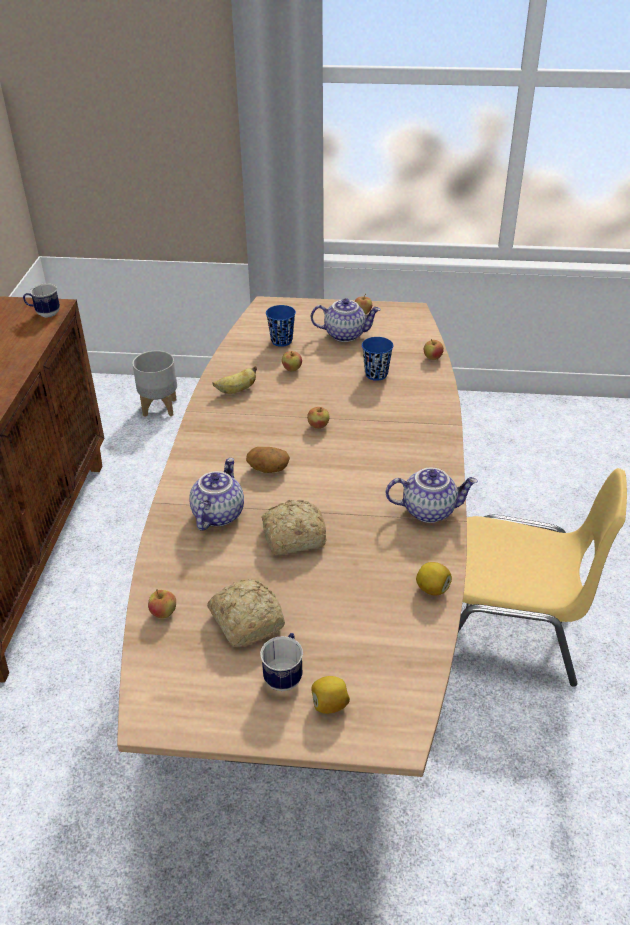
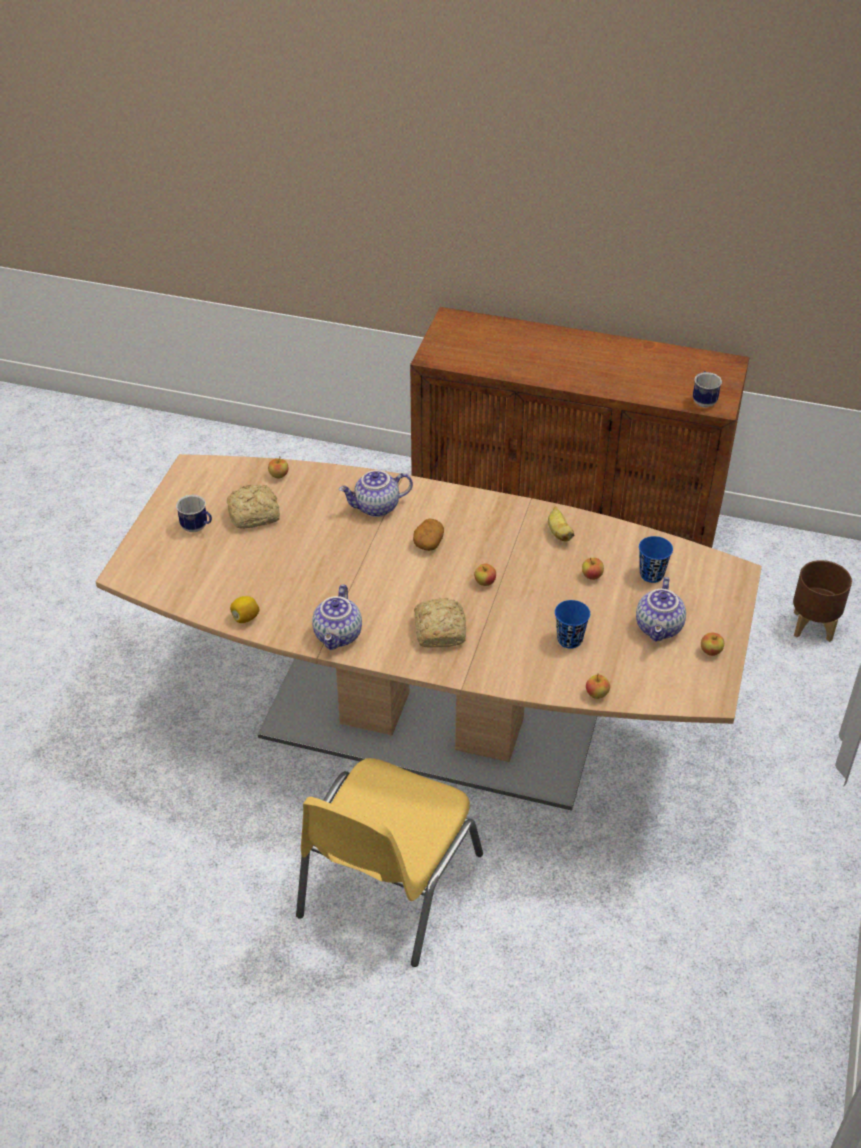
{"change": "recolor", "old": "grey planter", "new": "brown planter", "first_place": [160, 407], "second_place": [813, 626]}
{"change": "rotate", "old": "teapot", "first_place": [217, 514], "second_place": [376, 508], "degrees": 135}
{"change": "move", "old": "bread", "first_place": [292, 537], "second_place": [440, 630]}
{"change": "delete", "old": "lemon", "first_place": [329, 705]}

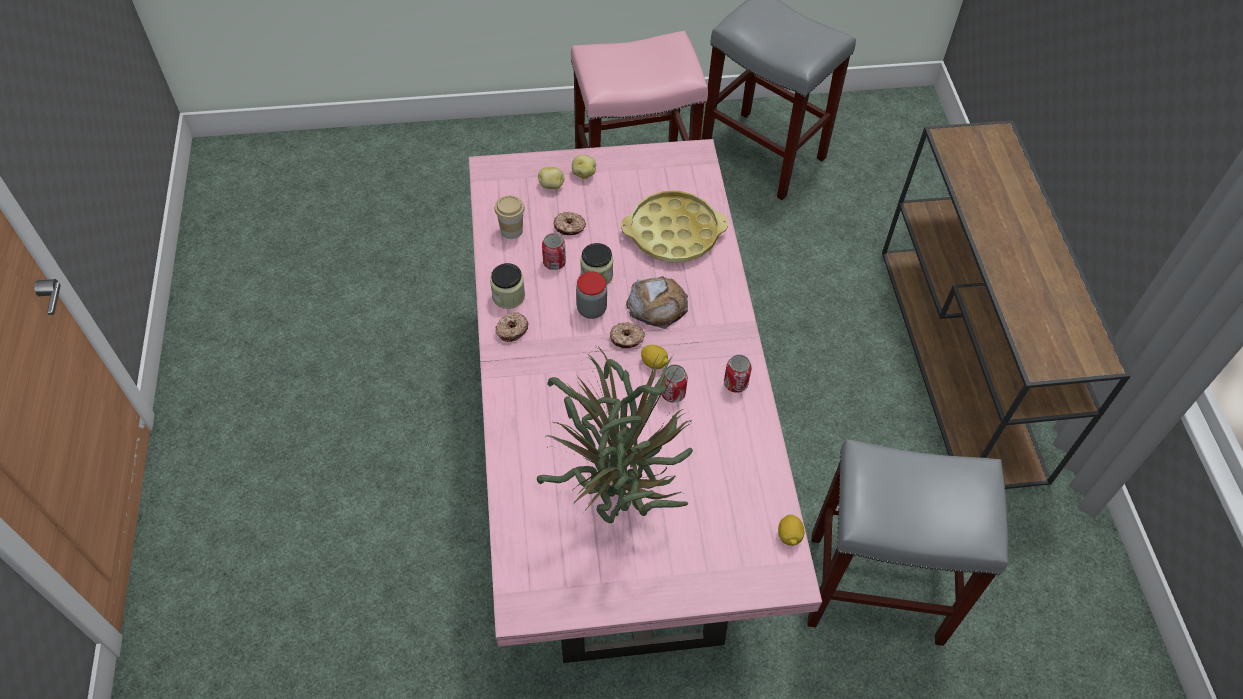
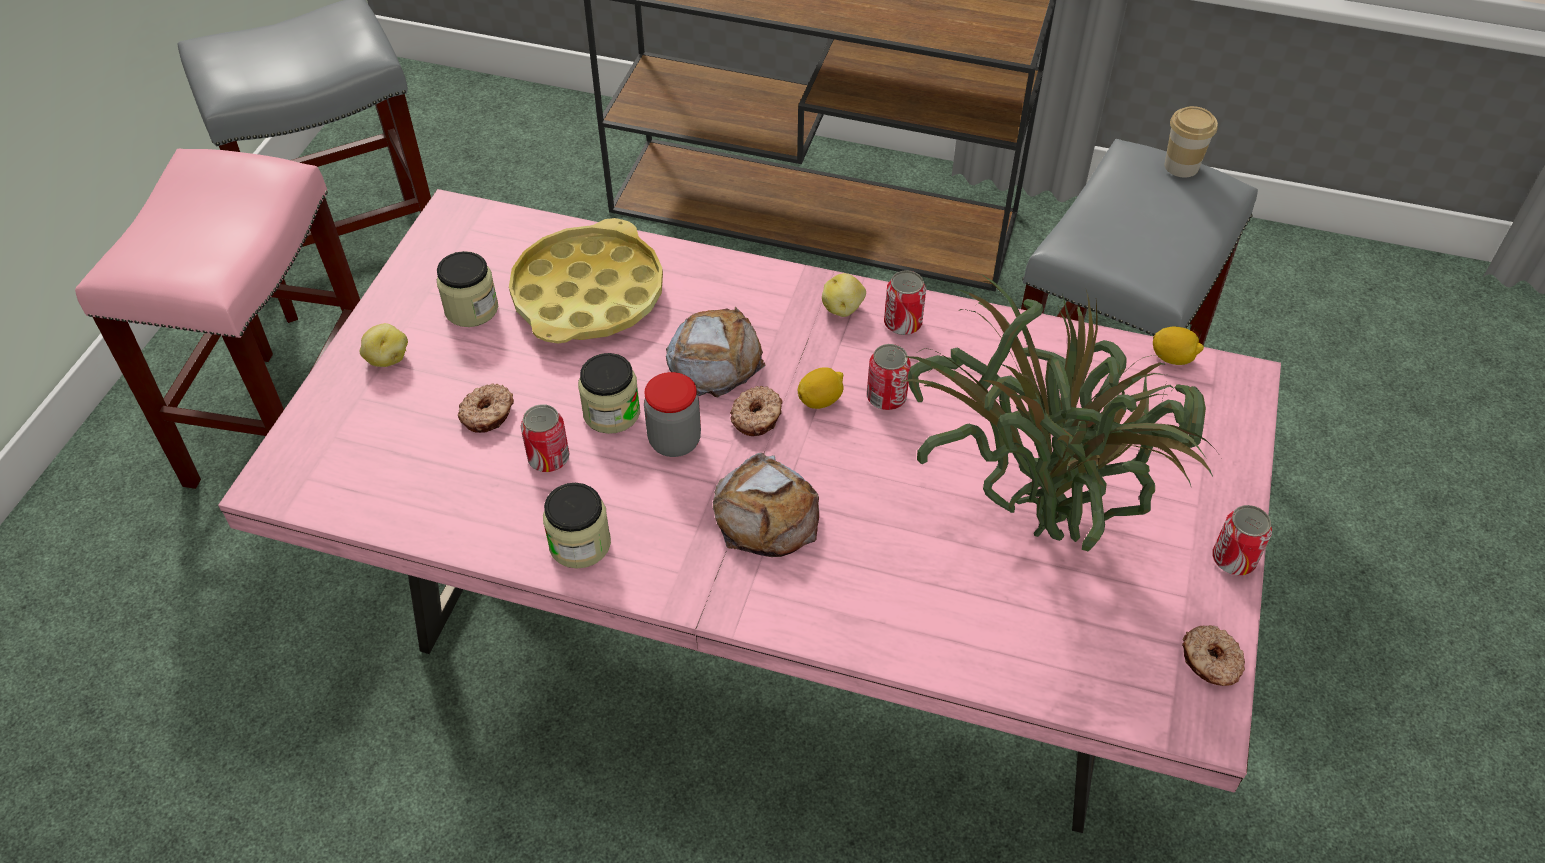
{"change": "move", "old": "potato", "first_place": [551, 185], "second_place": [843, 308]}
{"change": "move", "old": "cup", "first_place": [511, 230], "second_place": [1181, 166]}
{"change": "move", "old": "donut", "first_place": [511, 330], "second_place": [1210, 662]}
{"change": "insert", "new": "jar", "second_place": [471, 309]}
{"change": "insert", "new": "bread", "second_place": [767, 514]}
{"change": "insert", "new": "can", "second_place": [1233, 559]}

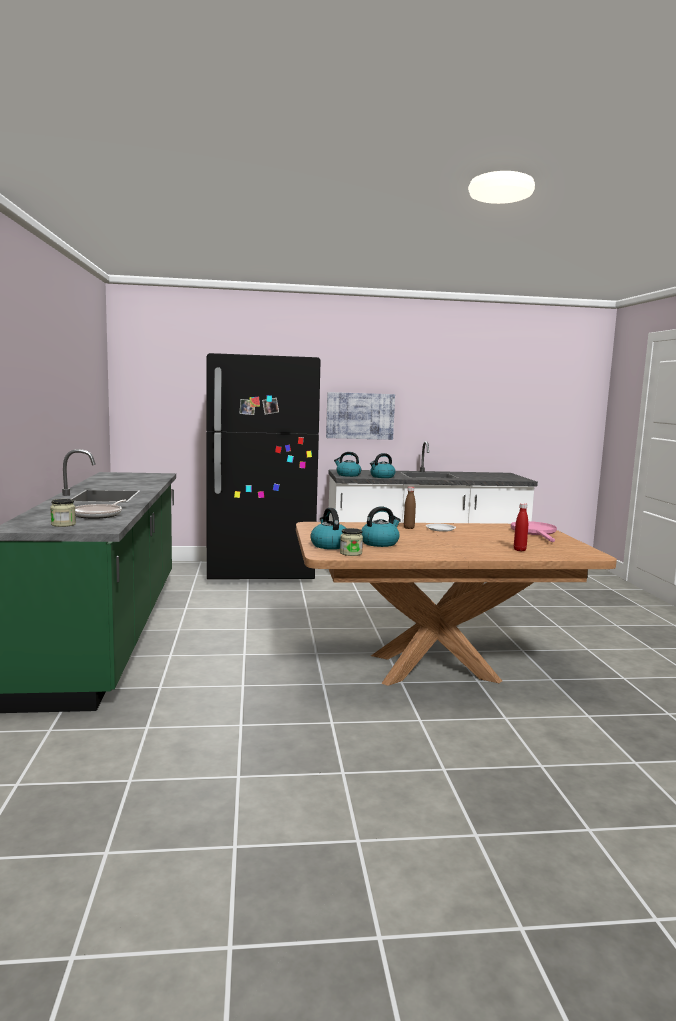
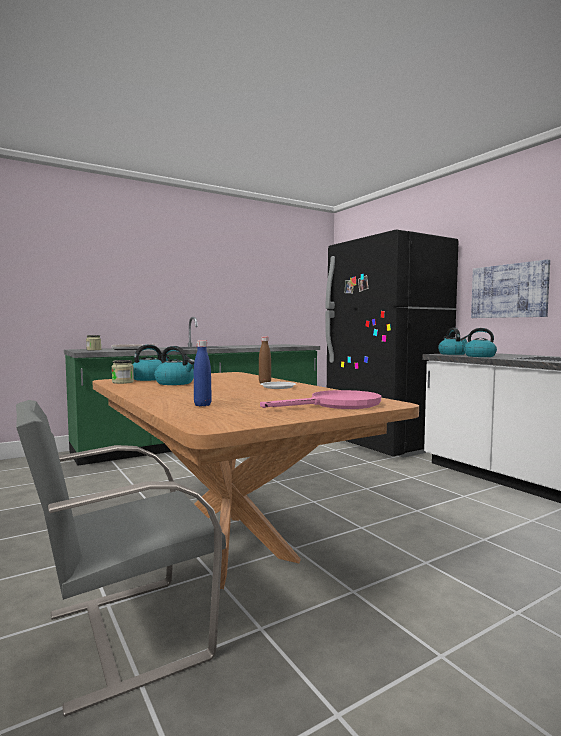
{"change": "recolor", "old": "red bottle", "new": "blue bottle", "first_place": [519, 550], "second_place": [202, 405]}
{"change": "insert", "new": "grey chair", "second_place": [123, 635]}

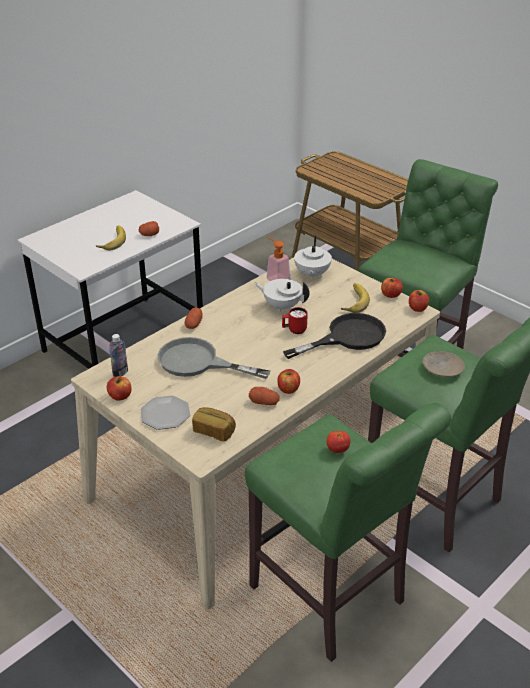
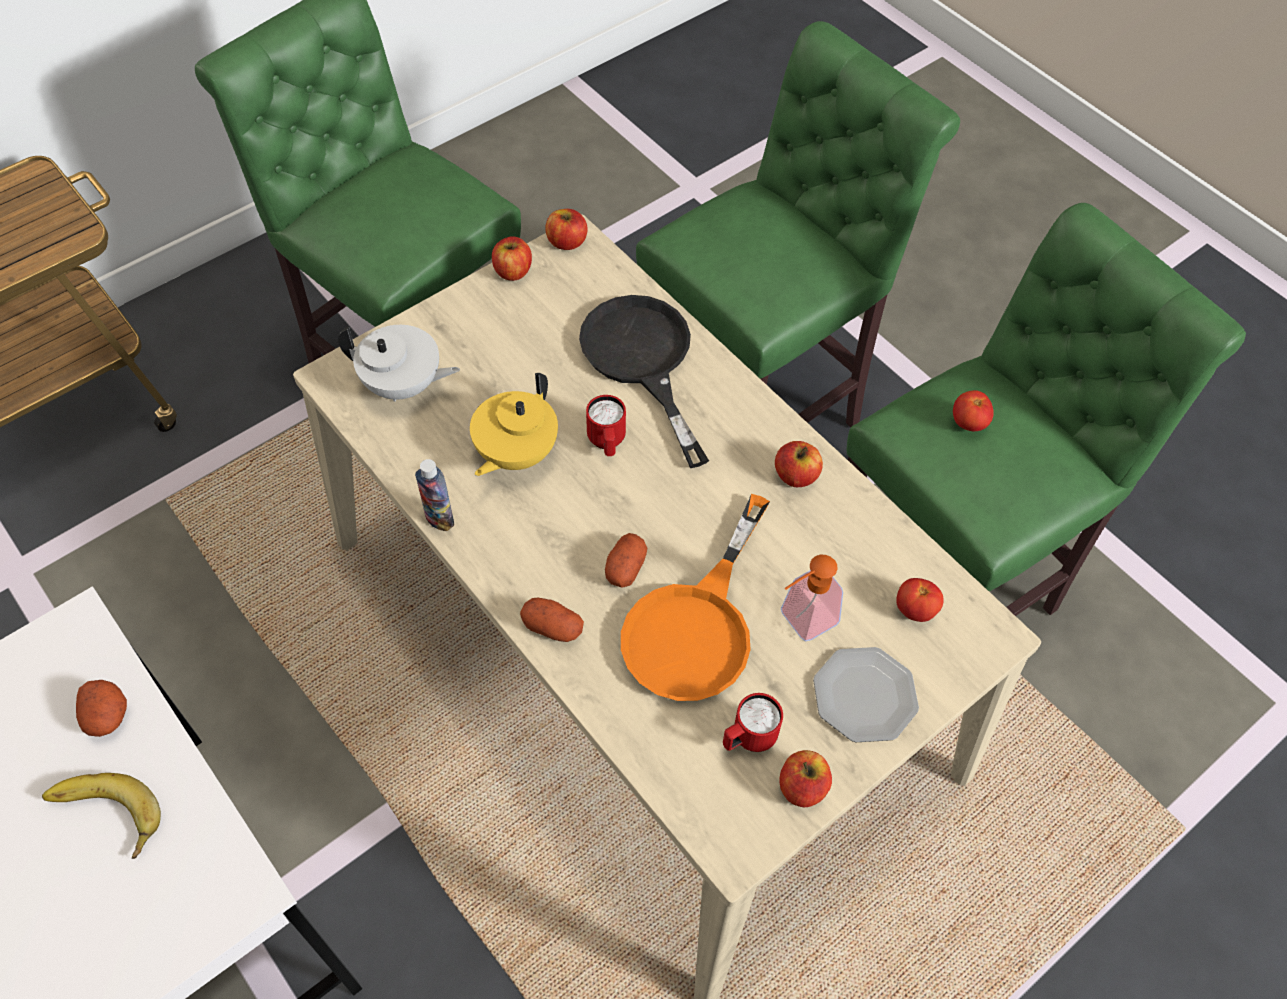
{"change": "move", "old": "soap dispenser", "first_place": [275, 278], "second_place": [801, 622]}
{"change": "recolor", "old": "white teapot", "new": "yellow teapot", "first_place": [282, 306], "second_place": [515, 453]}
{"change": "delete", "old": "banana", "first_place": [352, 301]}
{"change": "move", "old": "bottle", "first_place": [120, 373], "second_place": [439, 518]}
{"change": "recolor", "old": "grey frying pan", "new": "orange frying pan", "first_place": [198, 362], "second_place": [696, 626]}
{"change": "delete", "old": "beige plate", "first_place": [442, 368]}
{"change": "move", "old": "potato", "first_place": [264, 402], "second_place": [625, 567]}
{"change": "replace", "old": "bread", "new": "tomato", "first_place": [214, 431], "second_place": [915, 610]}
{"change": "insert", "new": "red mug", "second_place": [748, 738]}

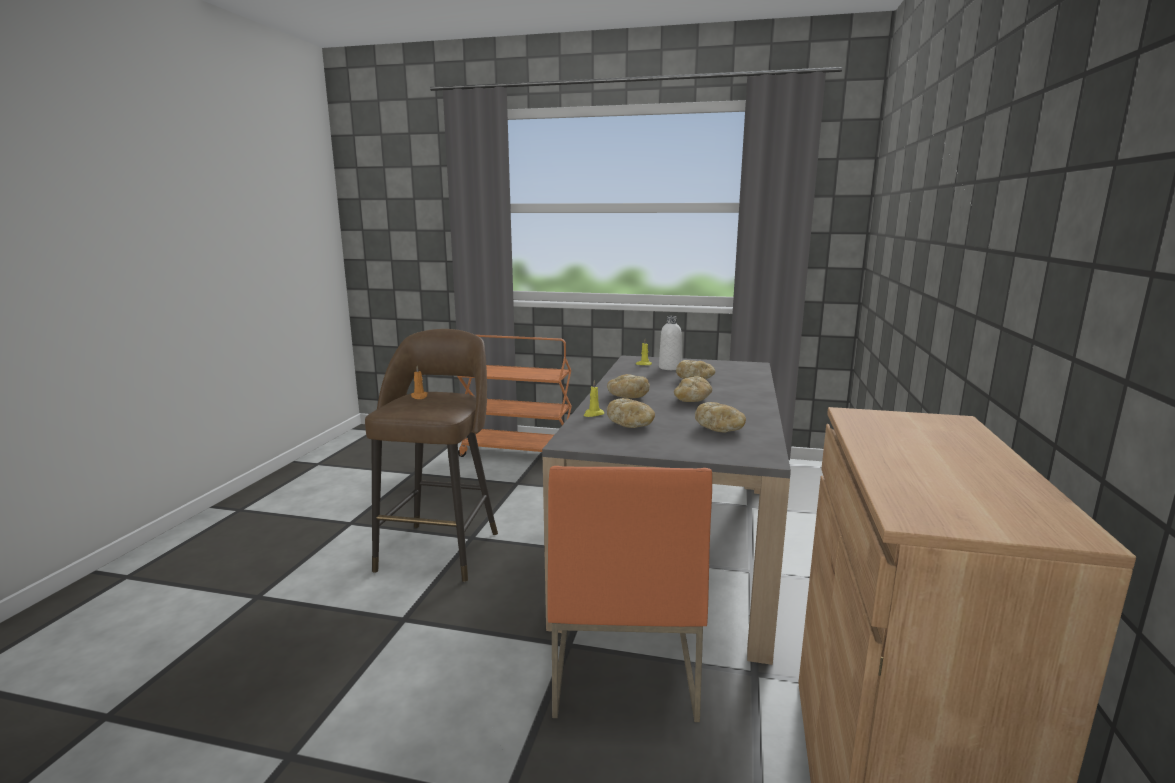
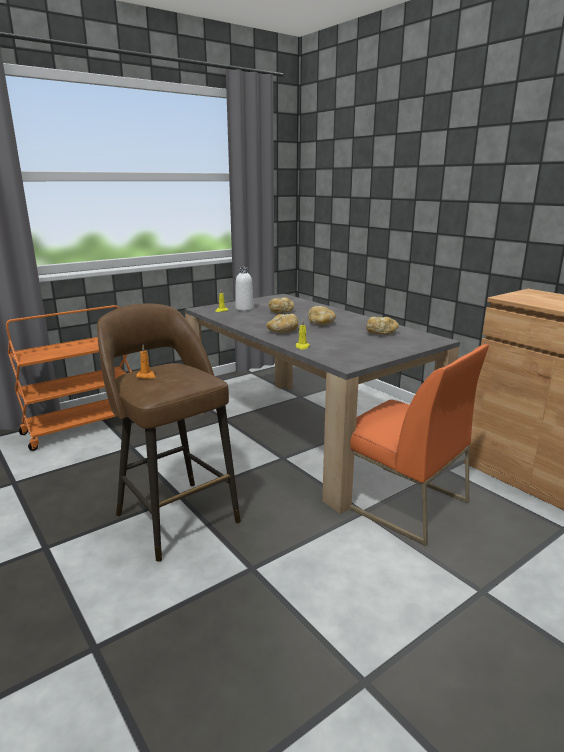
{"change": "delete", "old": "bread", "first_place": [631, 424]}

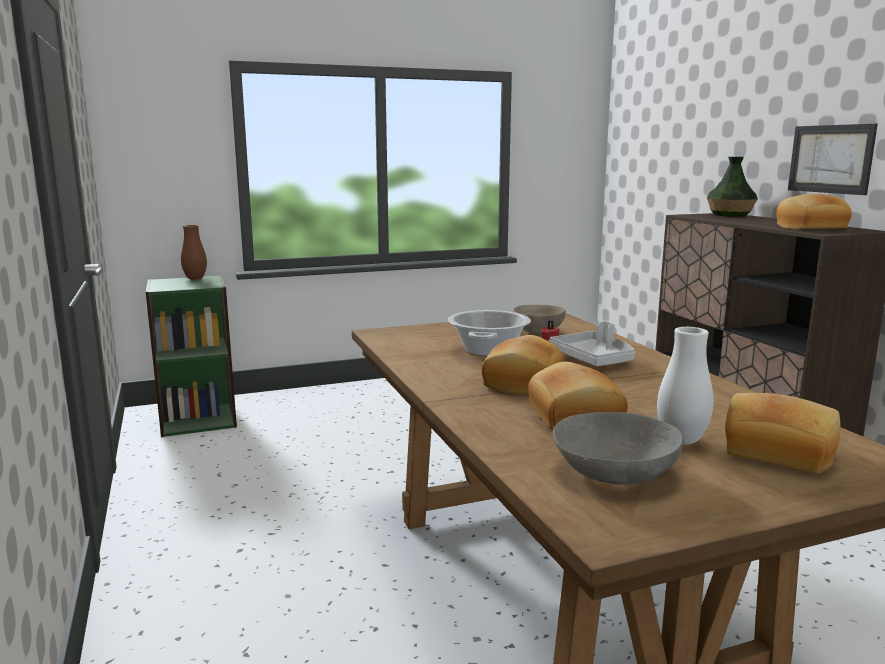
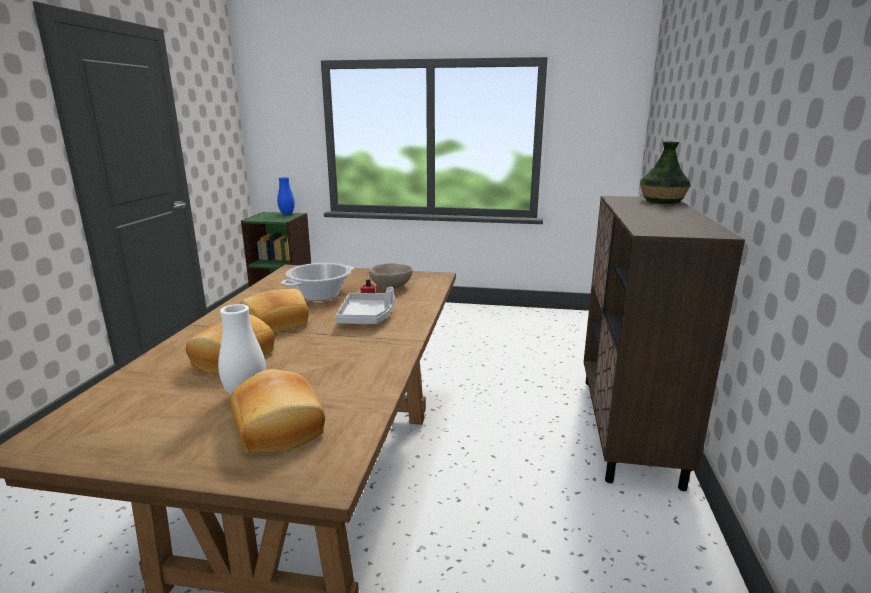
{"change": "delete", "old": "picture", "first_place": [830, 159]}
{"change": "delete", "old": "bread", "first_place": [811, 228]}
{"change": "recolor", "old": "brown vase", "new": "blue vase", "first_place": [195, 279], "second_place": [287, 214]}
{"change": "delete", "old": "grey bowl", "first_place": [615, 471]}

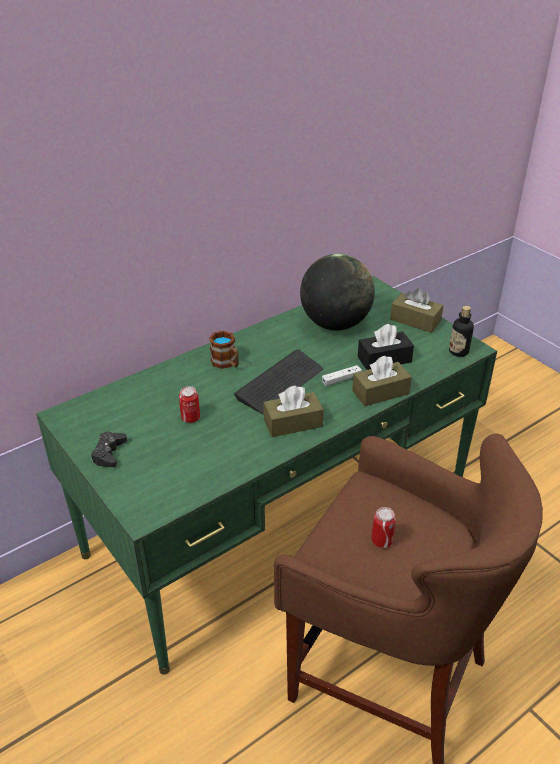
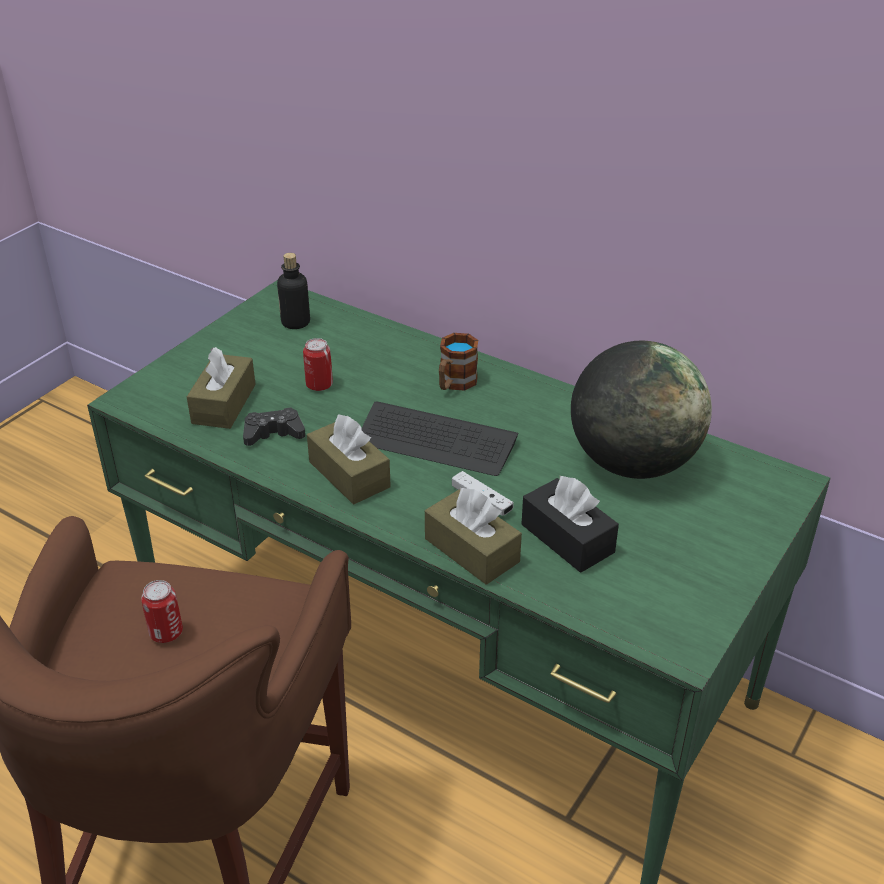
{"change": "move", "old": "brown tissue box", "first_place": [415, 320], "second_place": [224, 404]}
{"change": "move", "old": "bottle", "first_place": [458, 351], "second_place": [295, 322]}
{"change": "move", "old": "black game controller", "first_place": [109, 453], "second_place": [273, 433]}

